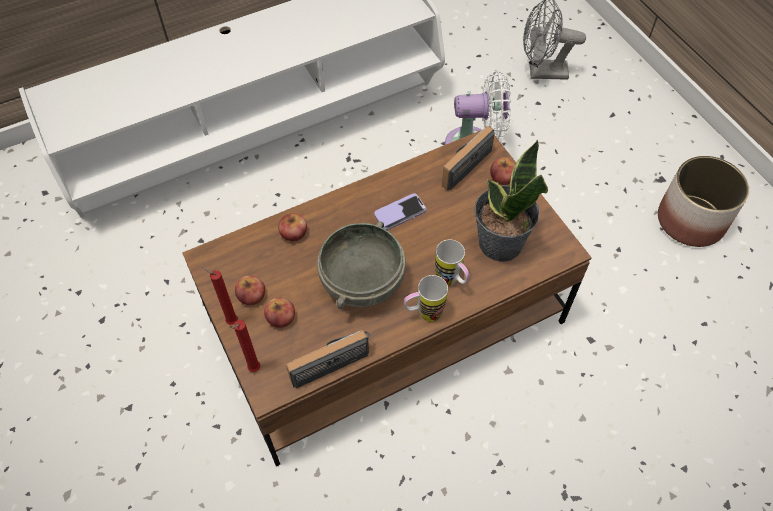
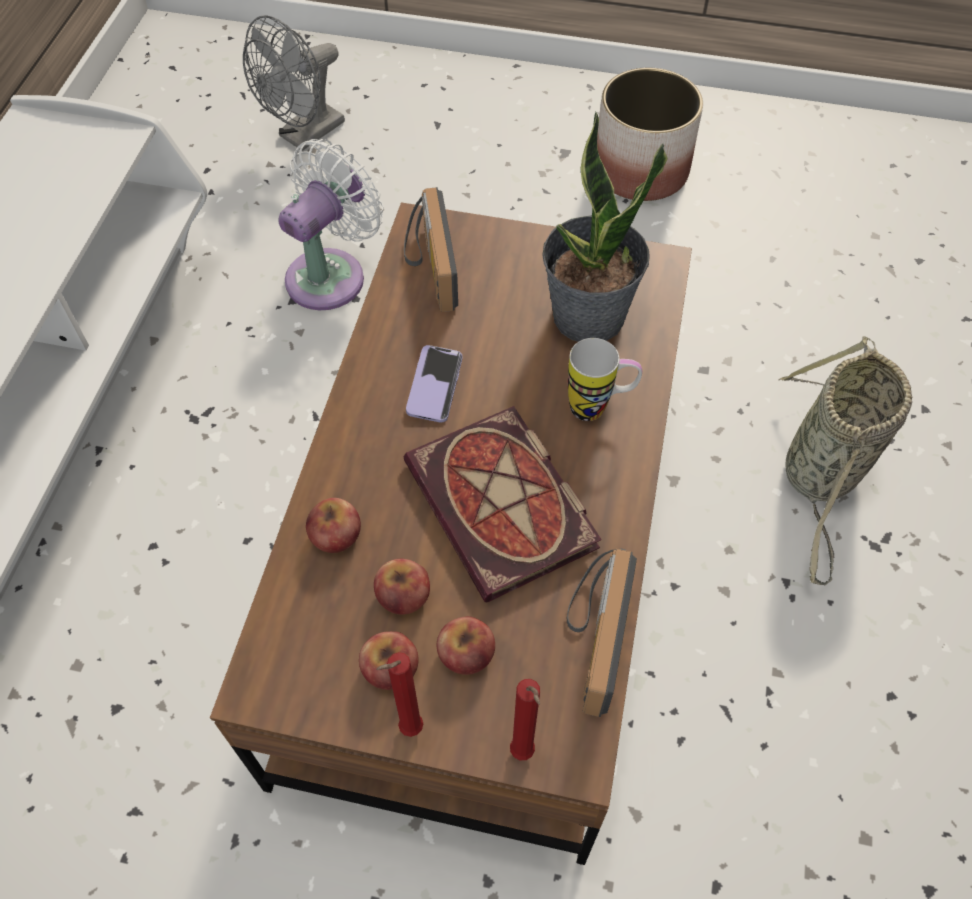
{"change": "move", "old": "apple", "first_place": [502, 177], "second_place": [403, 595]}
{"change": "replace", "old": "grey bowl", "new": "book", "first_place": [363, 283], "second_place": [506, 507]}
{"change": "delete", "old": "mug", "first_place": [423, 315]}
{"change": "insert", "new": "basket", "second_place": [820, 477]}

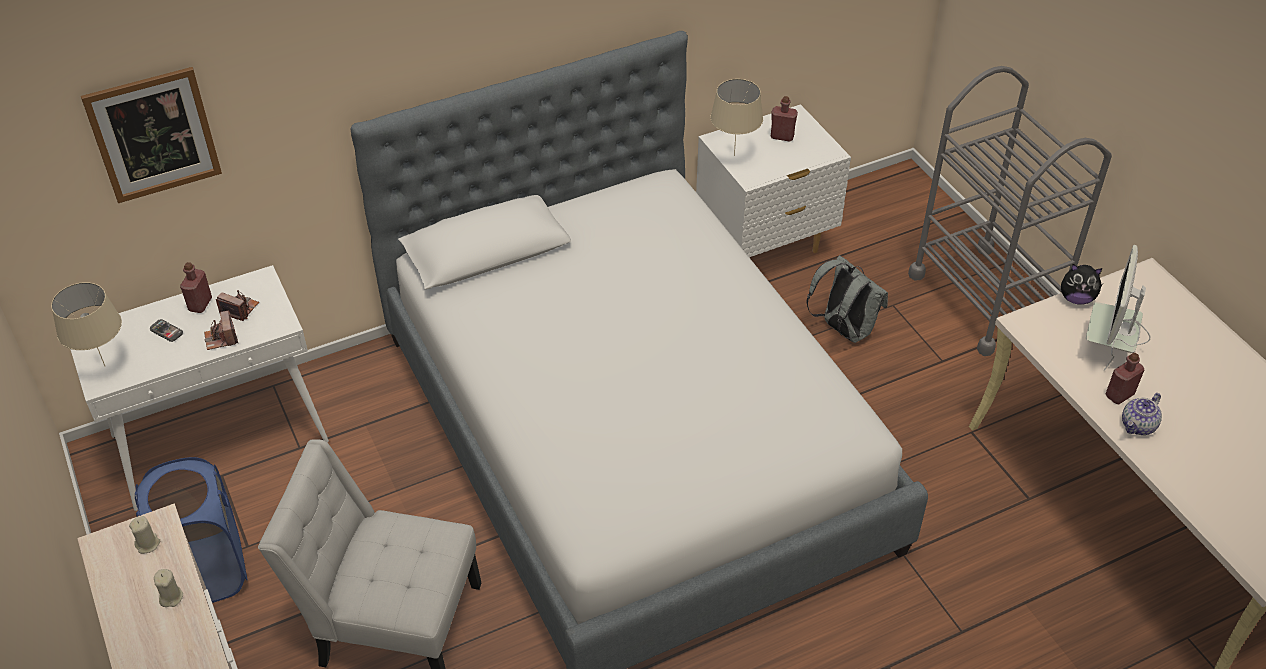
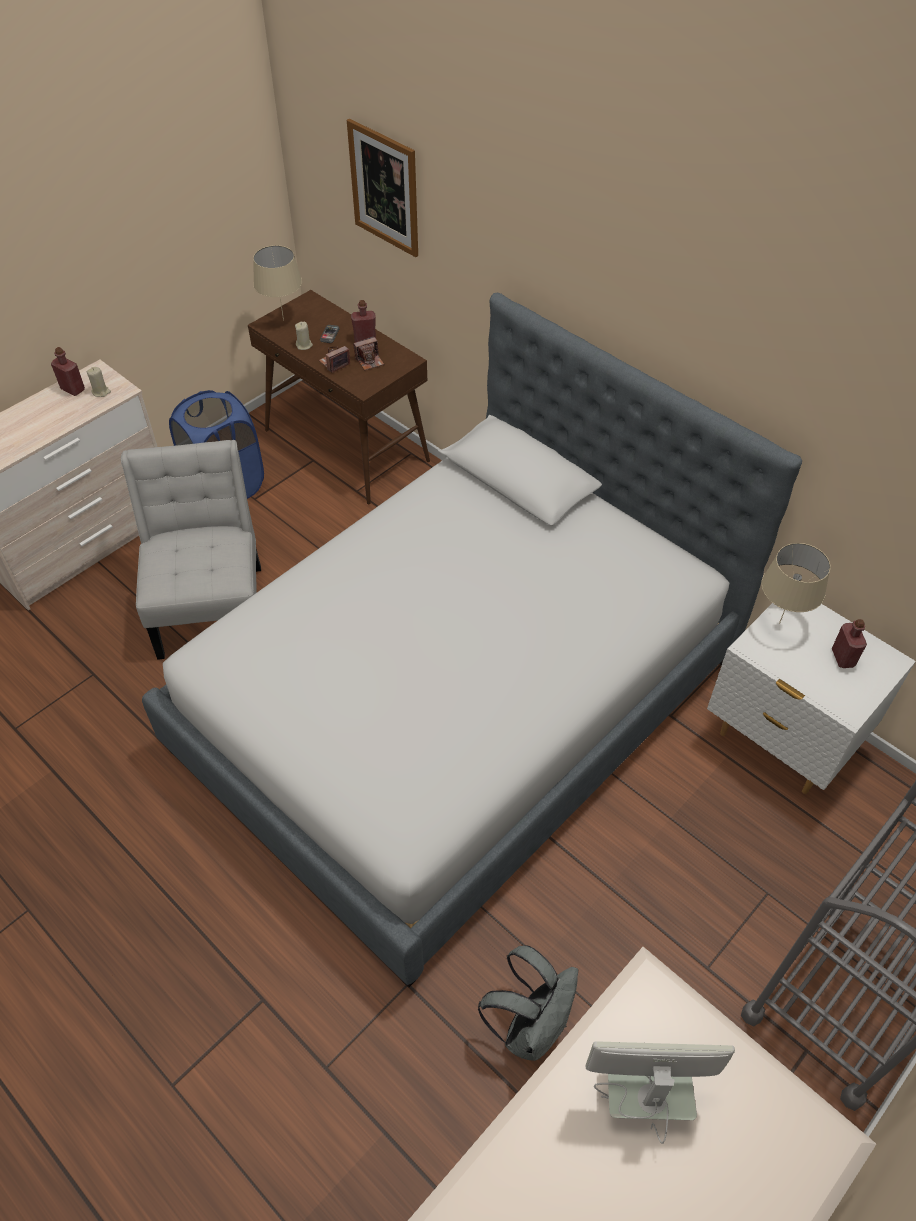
{"change": "move", "old": "grey backpack", "first_place": [843, 330], "second_place": [530, 1026]}
{"change": "delete", "old": "plush toy", "first_place": [1076, 298]}
{"change": "recolor", "old": "white console table", "new": "brown console table", "first_place": [221, 438], "second_place": [347, 446]}
{"change": "rotate", "old": "photo camera", "first_place": [240, 309], "second_place": [369, 361], "degrees": 60}
{"change": "move", "old": "red bottle", "first_place": [1119, 395], "second_place": [73, 389]}
{"change": "delete", "old": "teapot", "first_place": [1138, 426]}
{"change": "move", "old": "beige candle", "first_place": [171, 597], "second_place": [304, 345]}

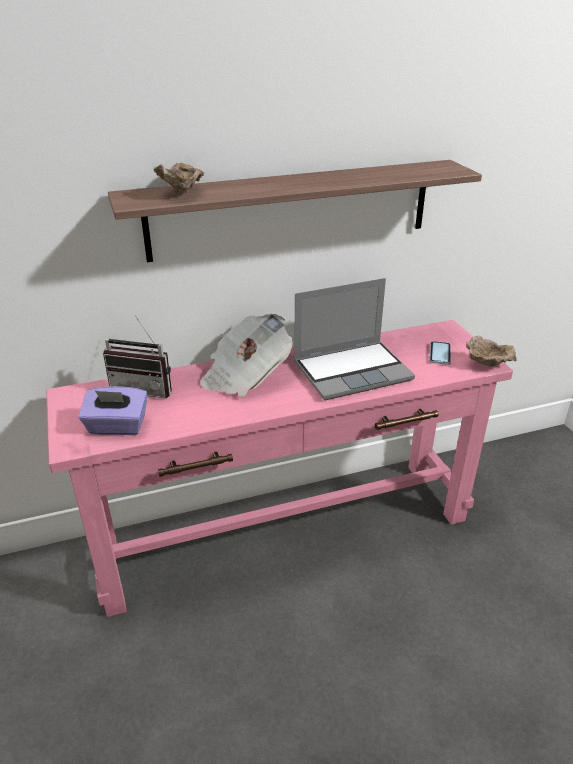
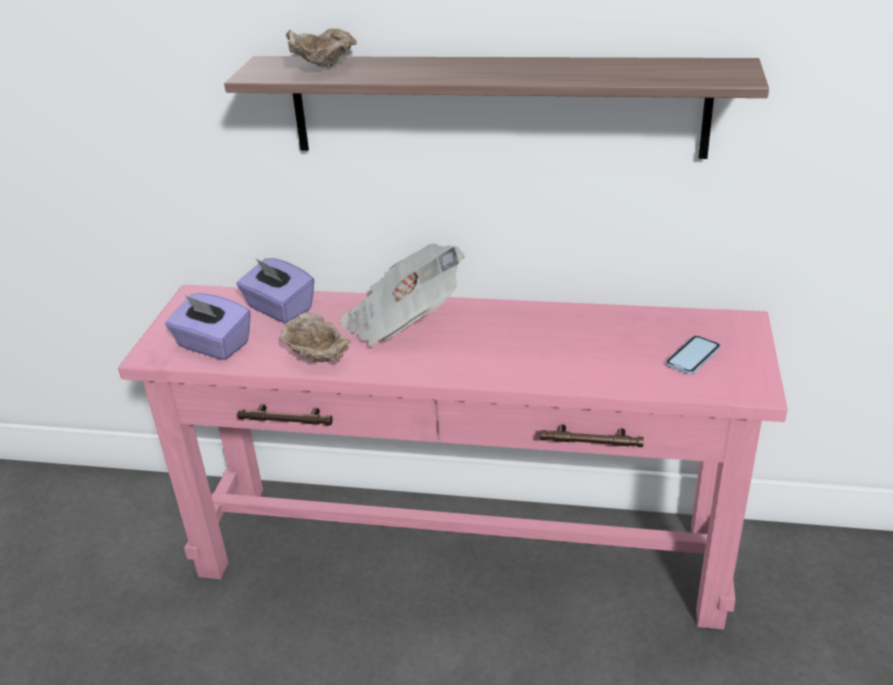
{"change": "delete", "old": "laptop", "first_place": [353, 370]}
{"change": "replace", "old": "radio", "new": "purple tissue box", "first_place": [145, 388], "second_place": [279, 309]}
{"change": "move", "old": "beige bowl", "first_place": [487, 365], "second_place": [318, 359]}

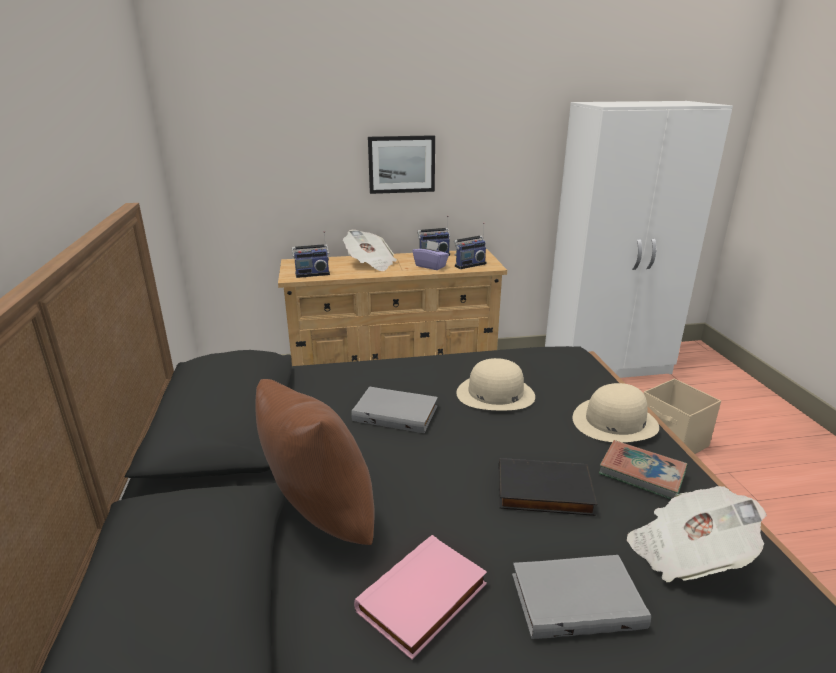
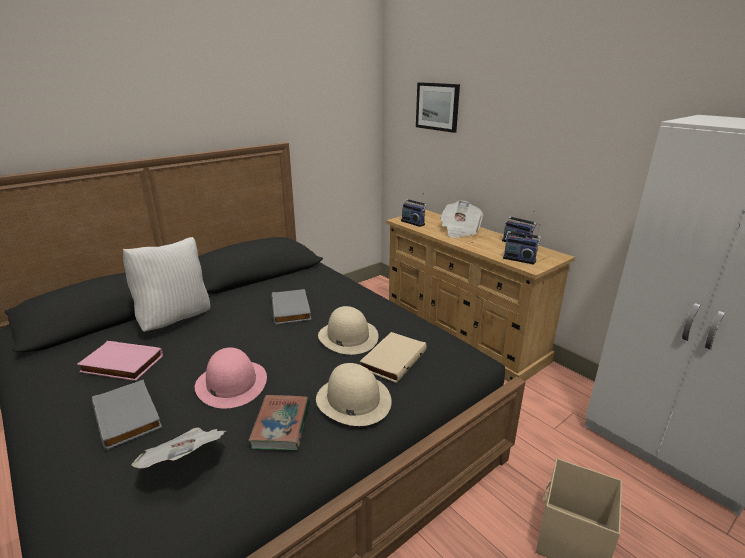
{"change": "move", "old": "picture", "first_place": [401, 164], "second_place": [437, 106]}
{"change": "delete", "old": "purple tissue box", "first_place": [430, 266]}
{"change": "recolor", "old": "brown pillow", "new": "white pillow", "first_place": [318, 519], "second_place": [176, 319]}
{"change": "replace", "old": "black book", "new": "pink hat", "first_place": [543, 493], "second_place": [231, 383]}
{"change": "insert", "new": "beige book", "second_place": [392, 359]}

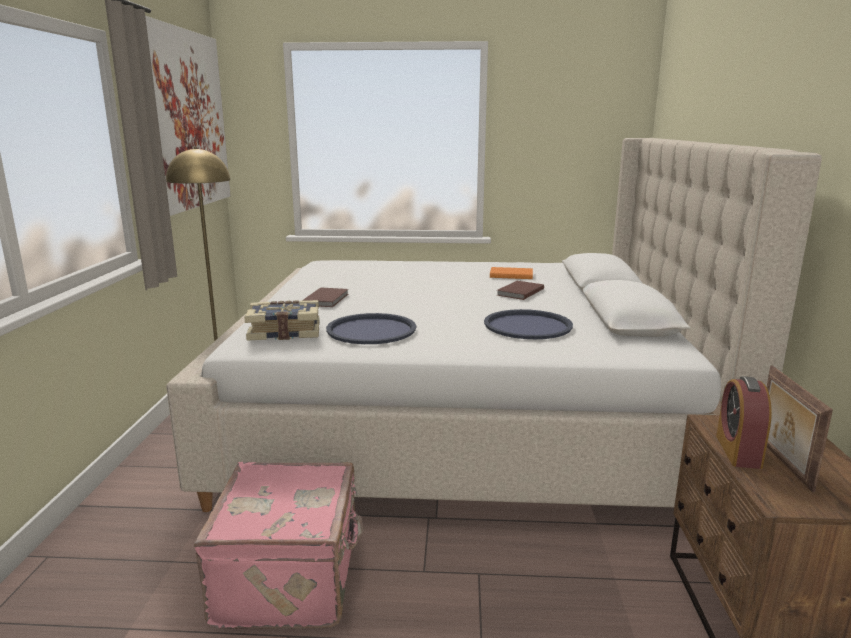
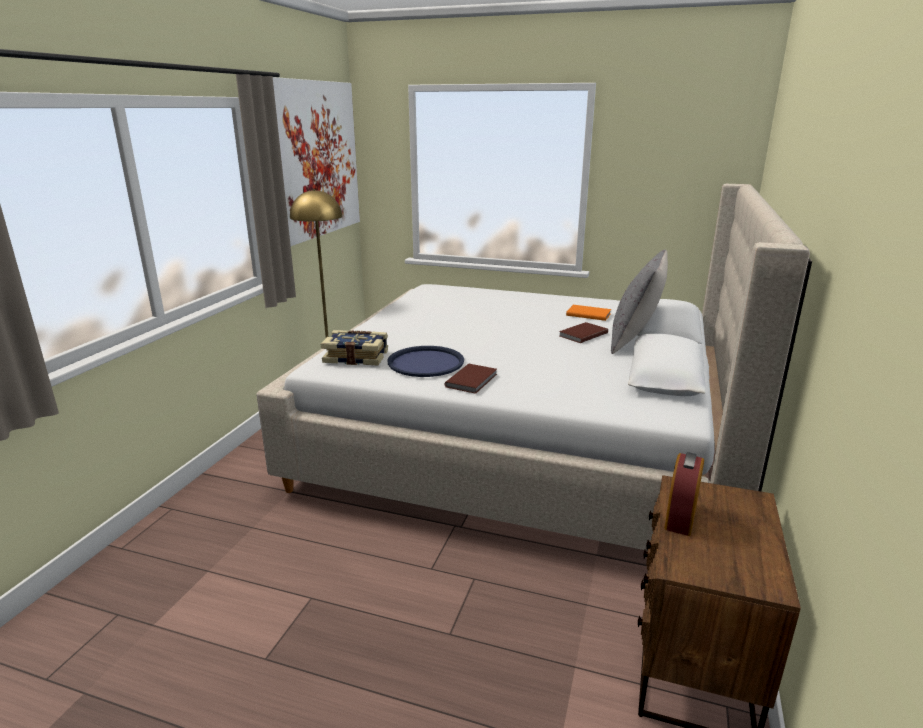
{"change": "move", "old": "brown book", "first_place": [327, 299], "second_place": [473, 380]}
{"change": "delete", "old": "blue tray", "first_place": [527, 326]}
{"change": "delete", "old": "picture frame", "first_place": [781, 462]}
{"change": "delete", "old": "pink suitcase", "first_place": [291, 579]}
{"change": "insert", "new": "grey pillow", "second_place": [635, 340]}

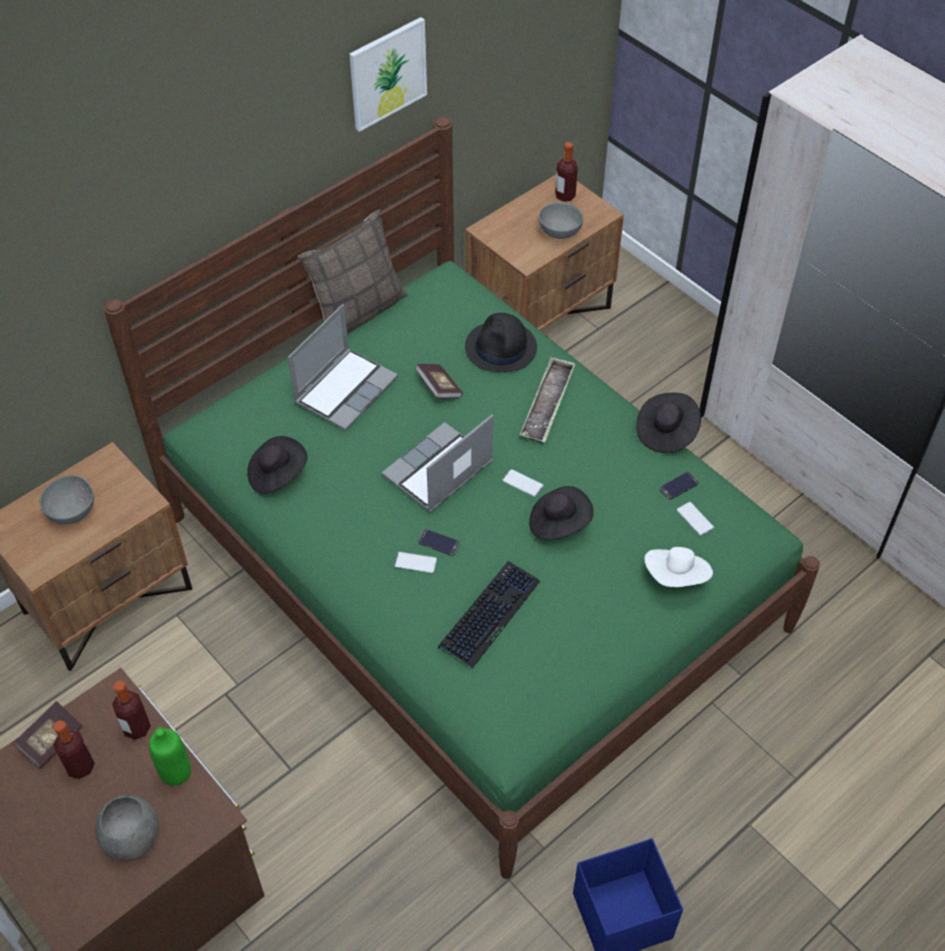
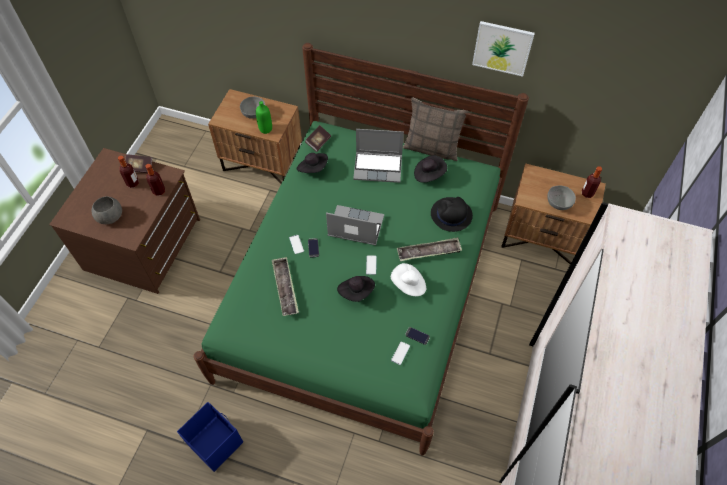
{"change": "move", "old": "book", "first_place": [439, 388], "second_place": [318, 142]}
{"change": "move", "old": "black hat", "first_place": [666, 432], "second_place": [429, 174]}
{"change": "move", "old": "white hat", "first_place": [676, 577], "second_place": [408, 285]}
{"change": "replace", "old": "keyboard", "new": "tray", "first_place": [489, 614], "second_place": [285, 288]}
{"change": "move", "old": "green bottle", "first_place": [176, 772], "second_place": [265, 129]}

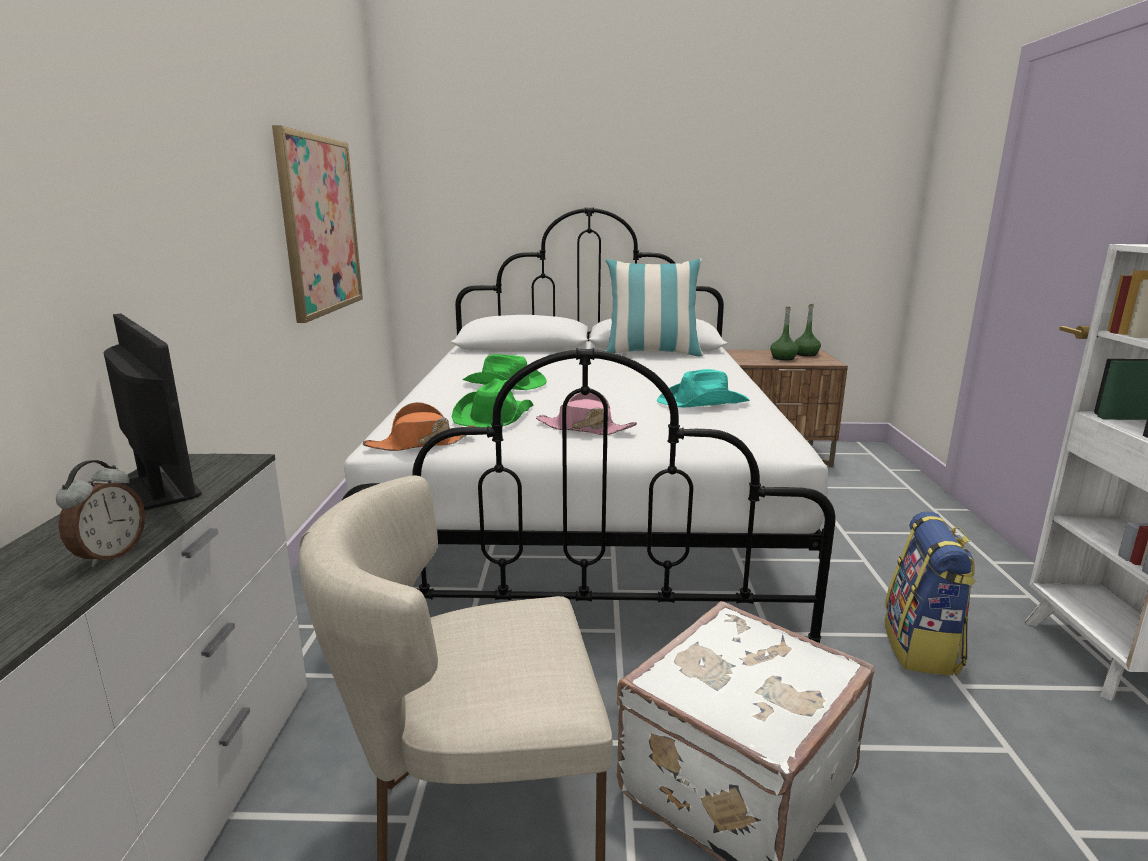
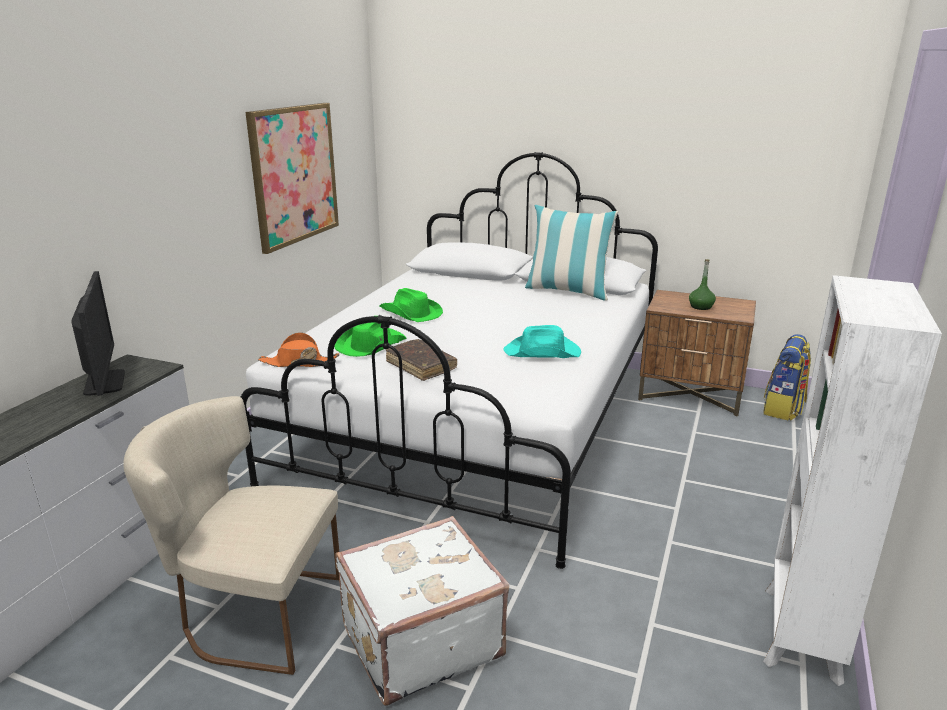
{"change": "delete", "old": "green bottle", "first_place": [805, 354]}
{"change": "replace", "old": "pink hat", "new": "brown book", "first_place": [584, 429], "second_place": [421, 366]}
{"change": "delete", "old": "alarm clock", "first_place": [110, 555]}
{"change": "move", "old": "backpack", "first_place": [922, 647], "second_place": [783, 409]}

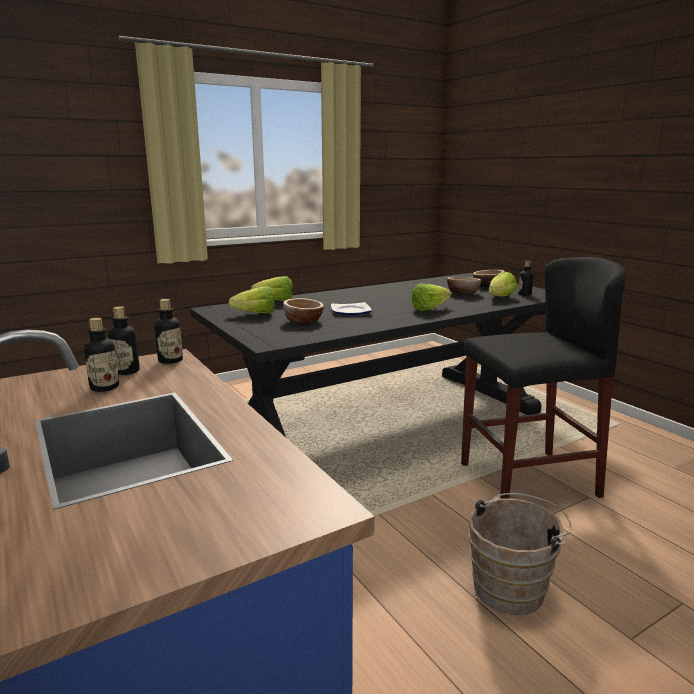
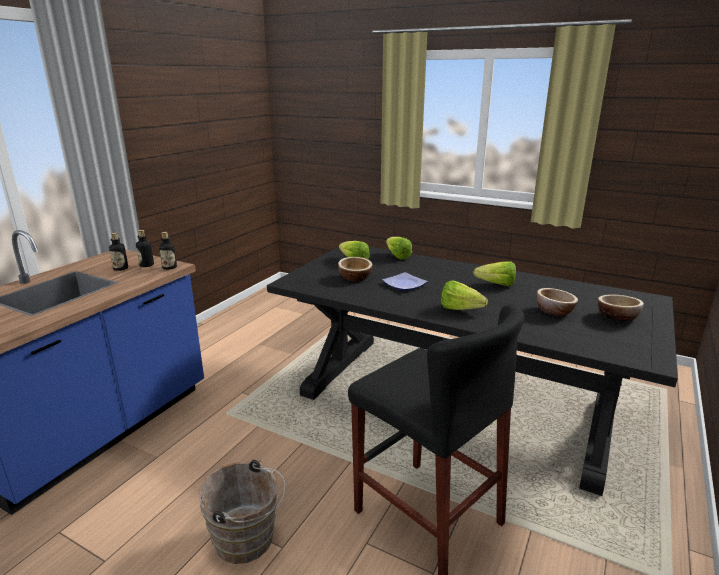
{"change": "delete", "old": "bottle", "first_place": [524, 294]}
{"change": "move", "old": "lettuce", "first_place": [497, 298], "second_place": [493, 284]}

